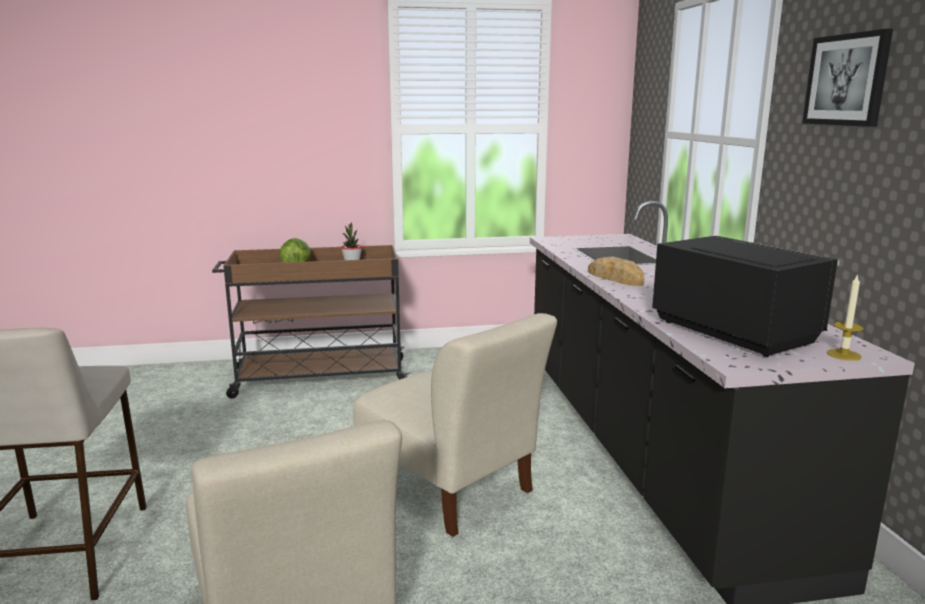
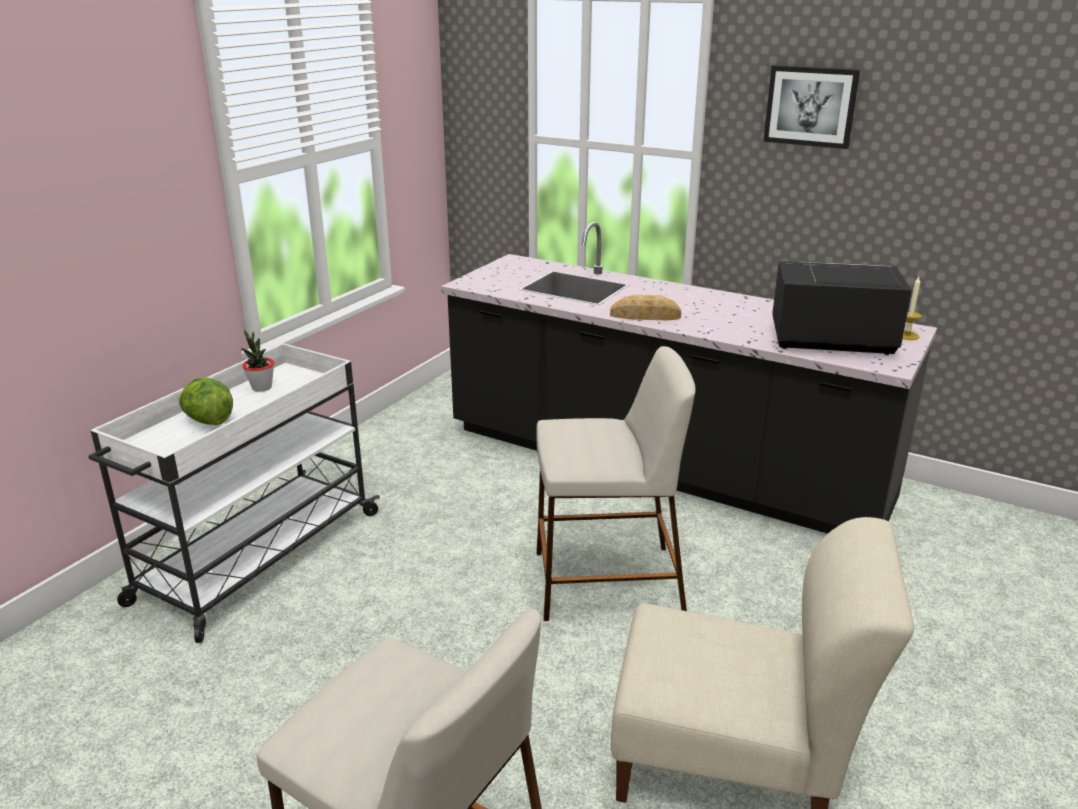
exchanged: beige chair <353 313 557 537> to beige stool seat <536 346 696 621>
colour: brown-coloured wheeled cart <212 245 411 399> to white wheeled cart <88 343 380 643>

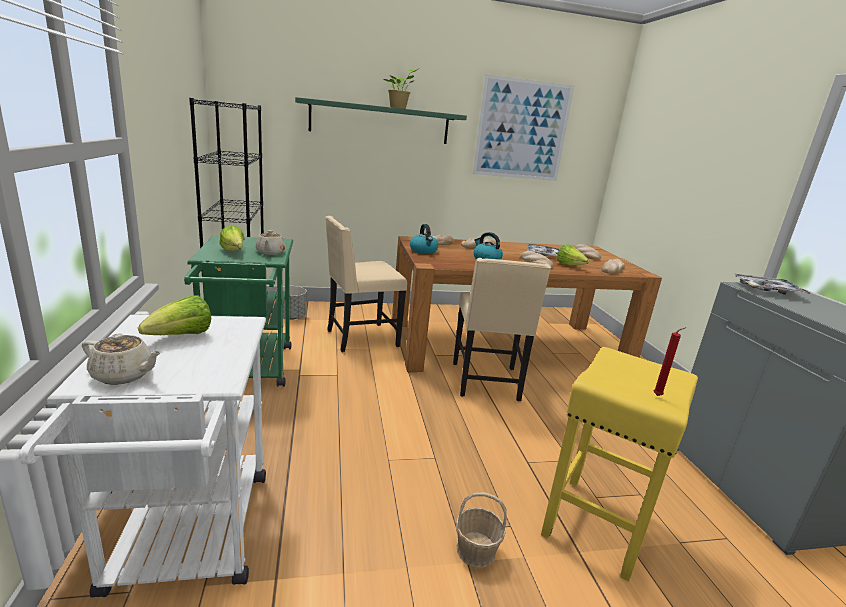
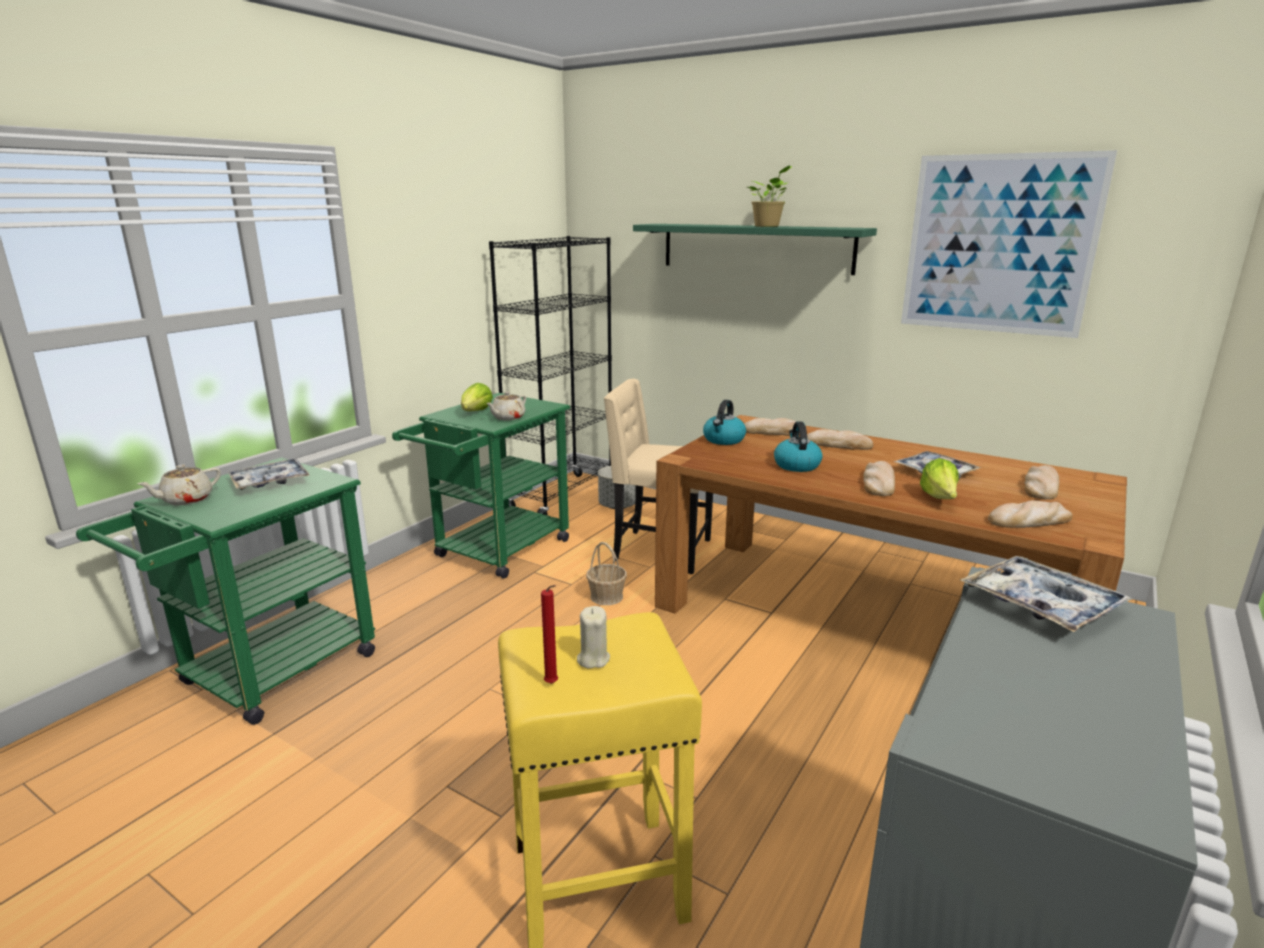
missing: beige chair <453 258 551 402>
appeared: beige wax candle <577 606 610 668>
relocated: storage basket <456 492 507 568> to <586 542 627 605>
exchanged: lettuce <138 295 211 335> to tray <228 459 310 490>
colour: white wheeled cart <19 315 266 598> to green-coloured wheeled cart <76 457 375 725>
spun: beige teapot <82 334 162 385> = <137 465 221 505> 75 degrees clockwise

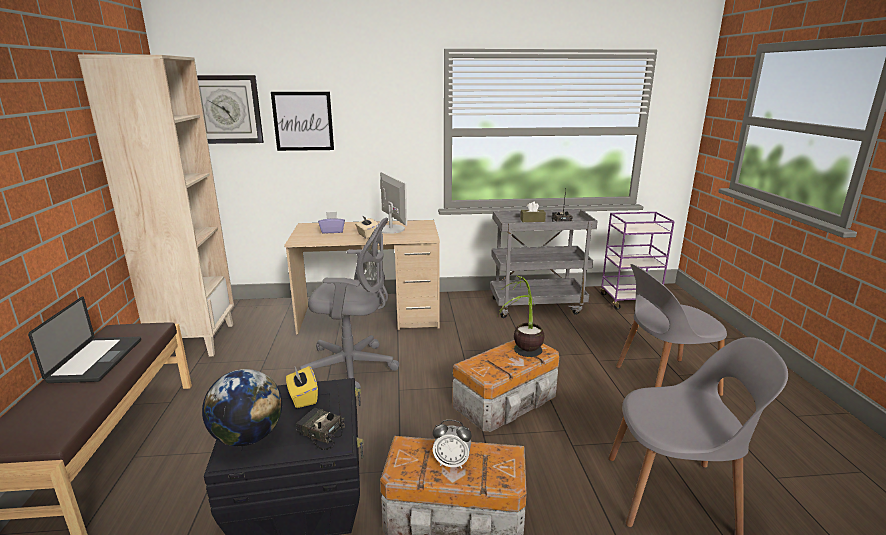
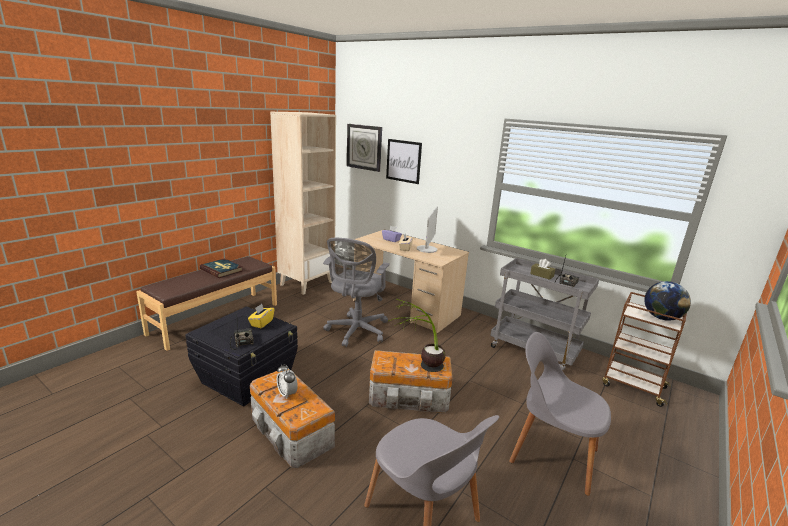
relocated: globe <202 369 282 446> to <644 281 691 321>
exchanged: notebook computer <28 296 141 383> to book <200 258 243 278>
colour: purplish wheeled cart <600 212 675 310> to brown-coloured wheeled cart <602 292 687 407>
spun: grey office chair <300 218 399 389> = <323 238 390 347> 60 degrees clockwise

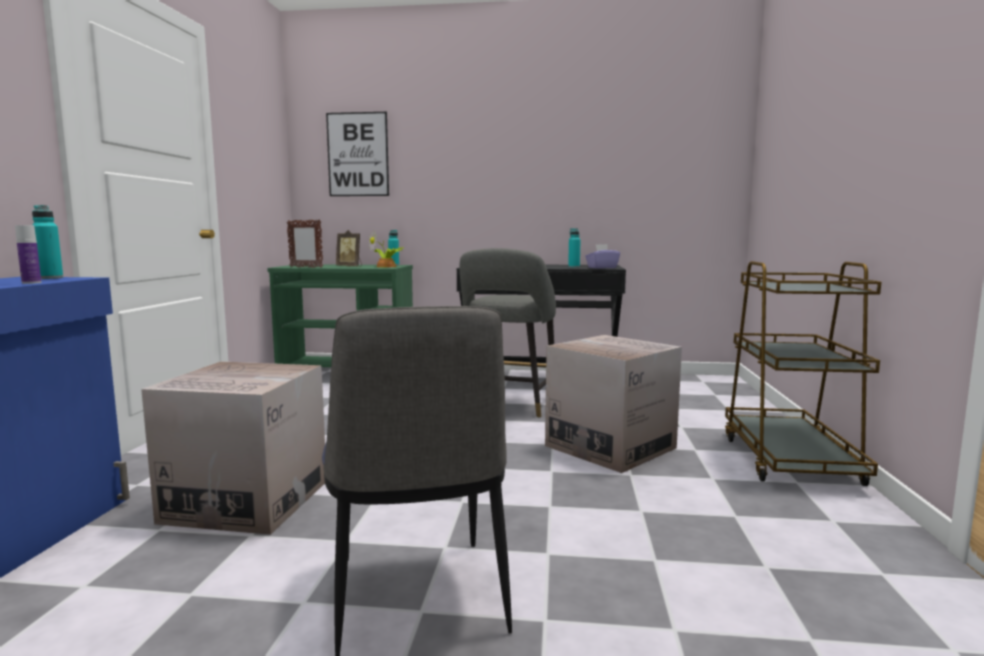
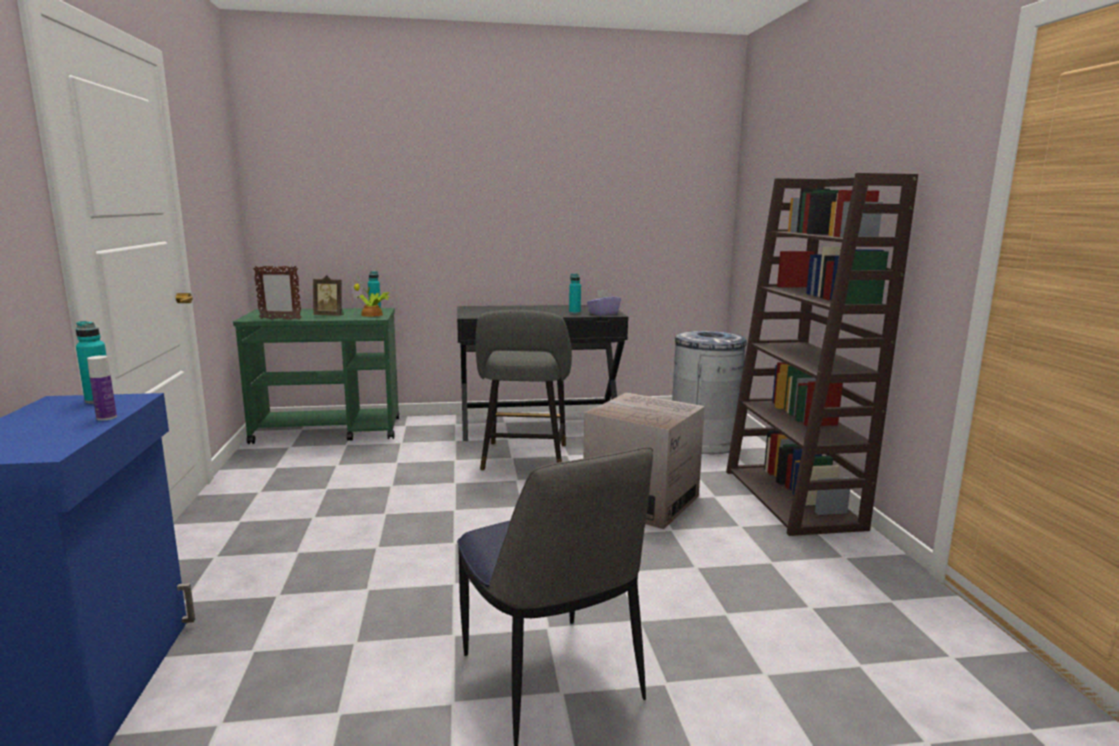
missing: packing box <141 361 325 535>; picture <326 112 389 196>
appeared: grey waste bin <672 331 747 454>
exchanged: brown-coloured wheeled cart <725 261 881 486> to brown-coloured bookshelf <726 173 918 536>

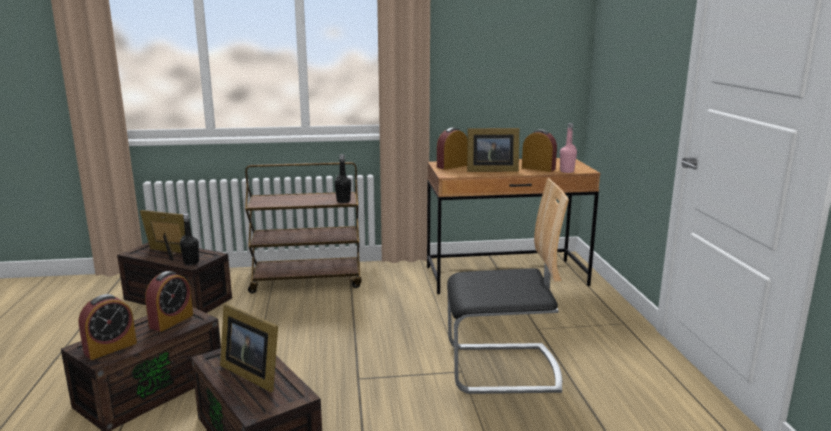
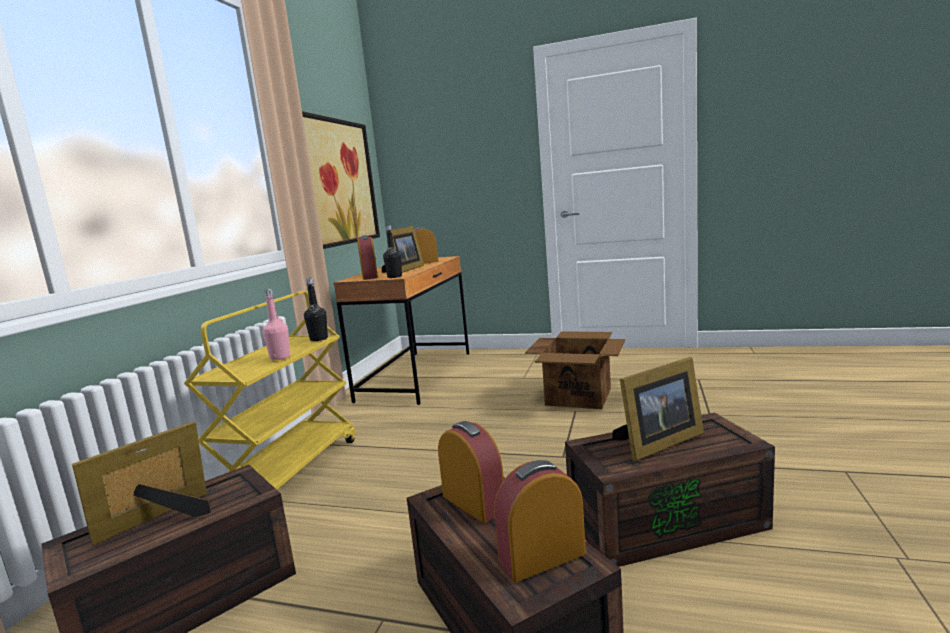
appeared: picture <302 111 380 249>
relocated: pink bottle <560 123 577 173> to <262 289 290 360>; black-coloured bottle <180 214 199 265> to <383 225 402 278>
exchanged: chair <447 178 569 394> to packing box <525 331 625 409>
colour: brown-coloured wheeled cart <245 162 362 293> to yellow-coloured wheeled cart <184 291 355 489>
spun: table clock <79 294 137 360> = <494 460 586 582> 90 degrees counterclockwise

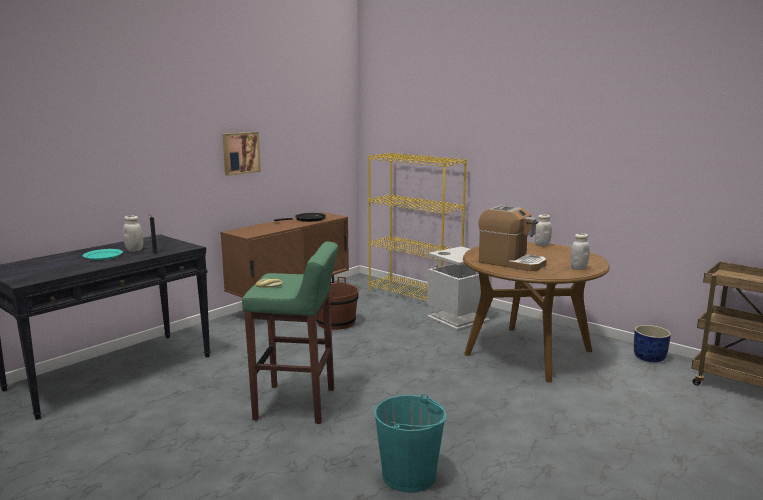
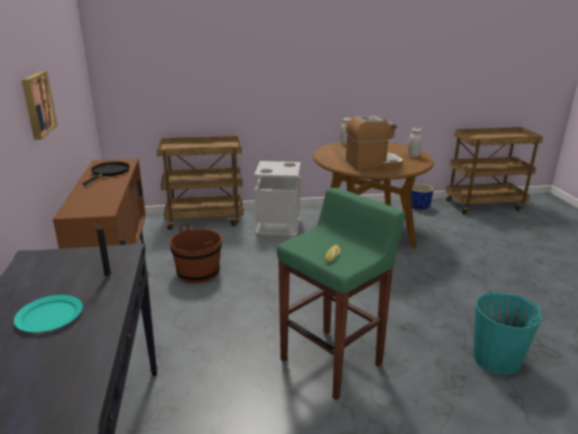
missing: white storage jar <123 216 143 252>
exchanged: yellow-coloured bookshelf <368 153 467 301> to brown-coloured wheeled cart <157 135 244 230>

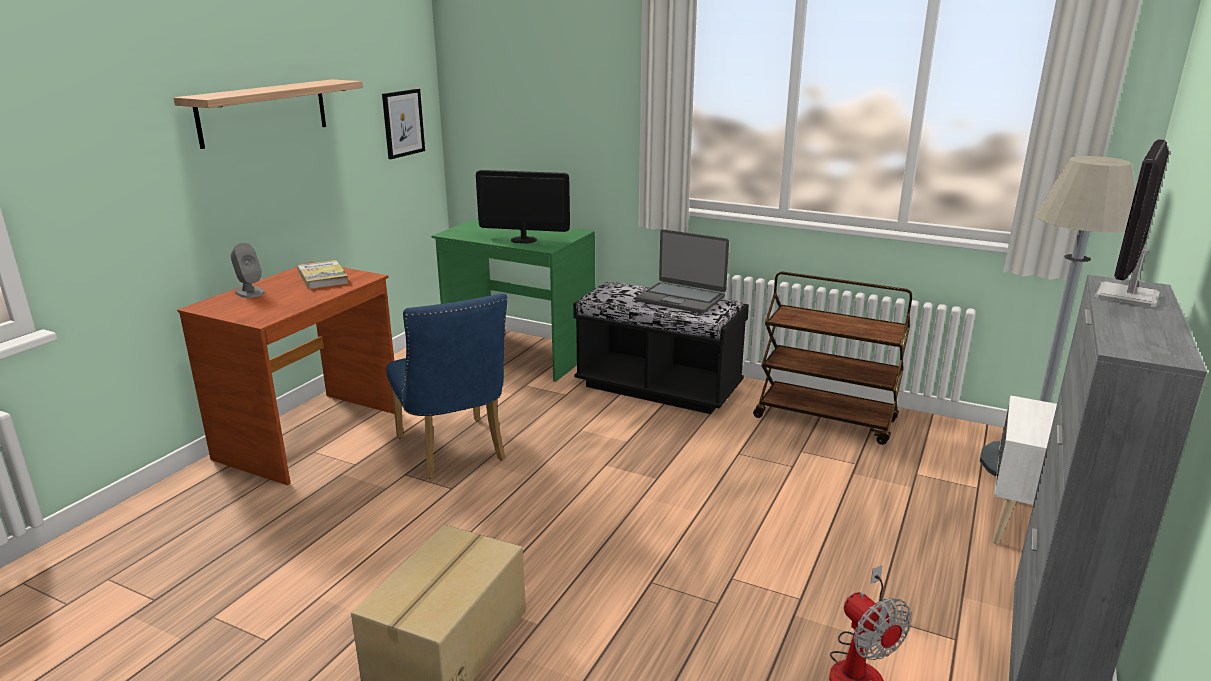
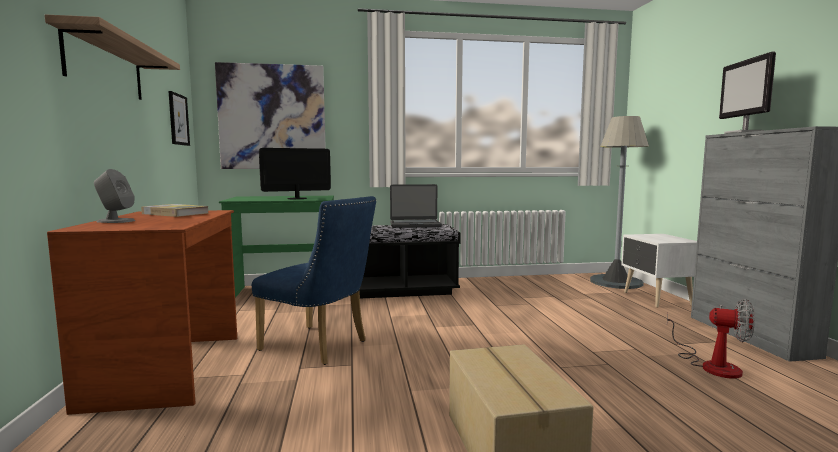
missing: brown-coloured wheeled cart <753 272 912 445>
appeared: picture <215 62 326 169>

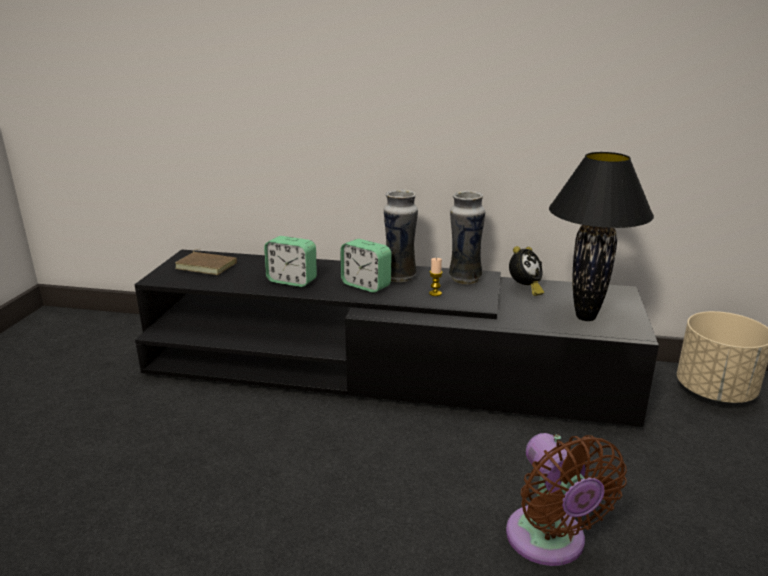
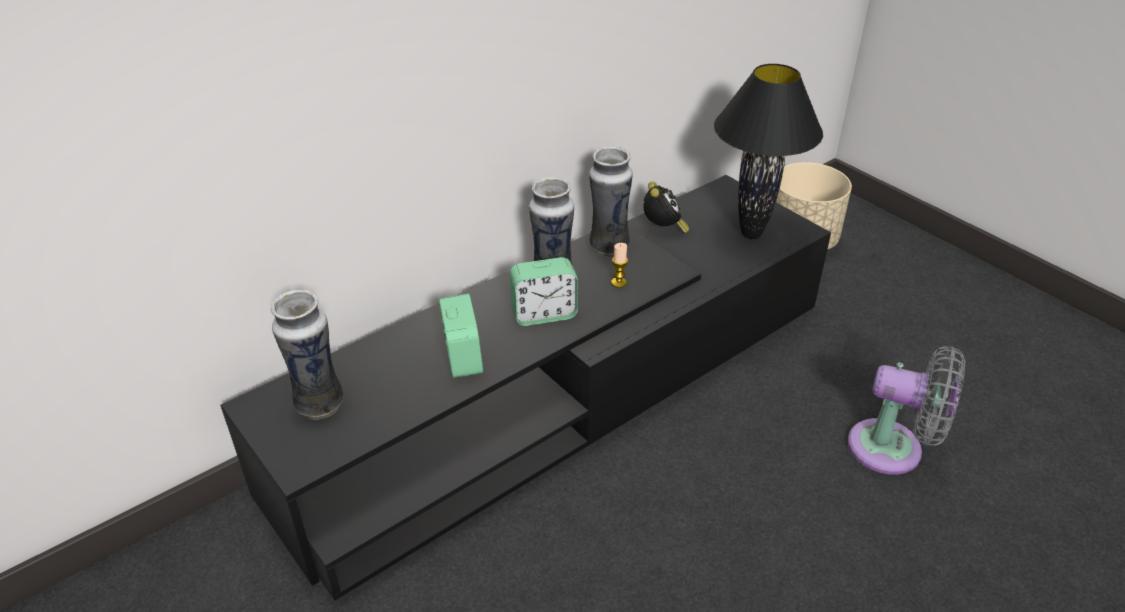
exchanged: brown-coloured book <175 249 237 275> to flower vase <271 290 344 420>
colour: brown-coloured fan <506 433 627 566> to grey fan <848 346 965 475>
spun: table clock <264 236 317 287> = <439 294 483 378> 75 degrees counterclockwise

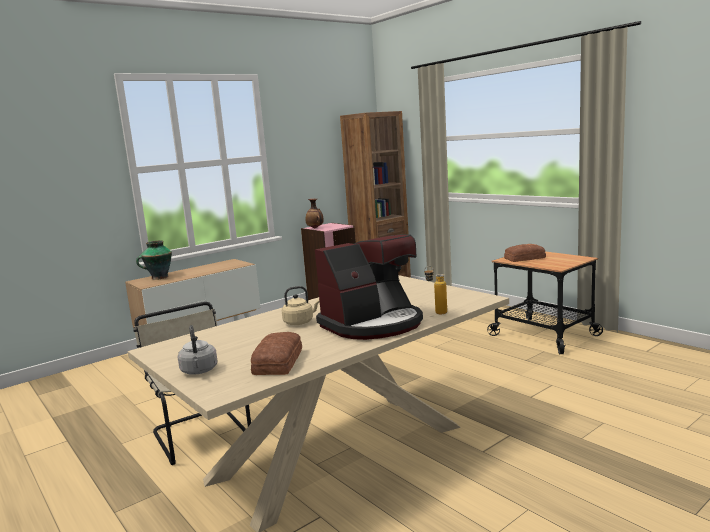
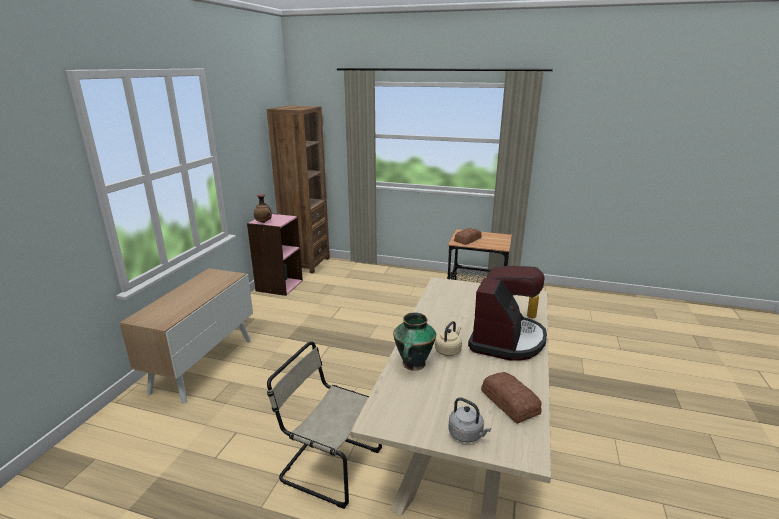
relocated: flower vase <136 240 172 280> to <393 313 436 371>

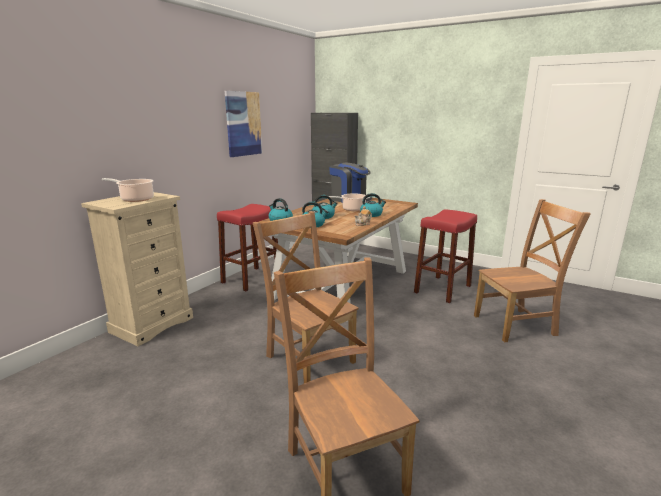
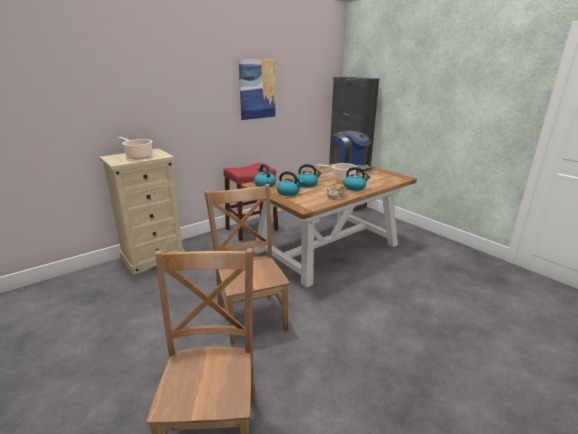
missing: reddish stool seat <414 209 477 303>; brown-coloured chair <474 199 591 342>

